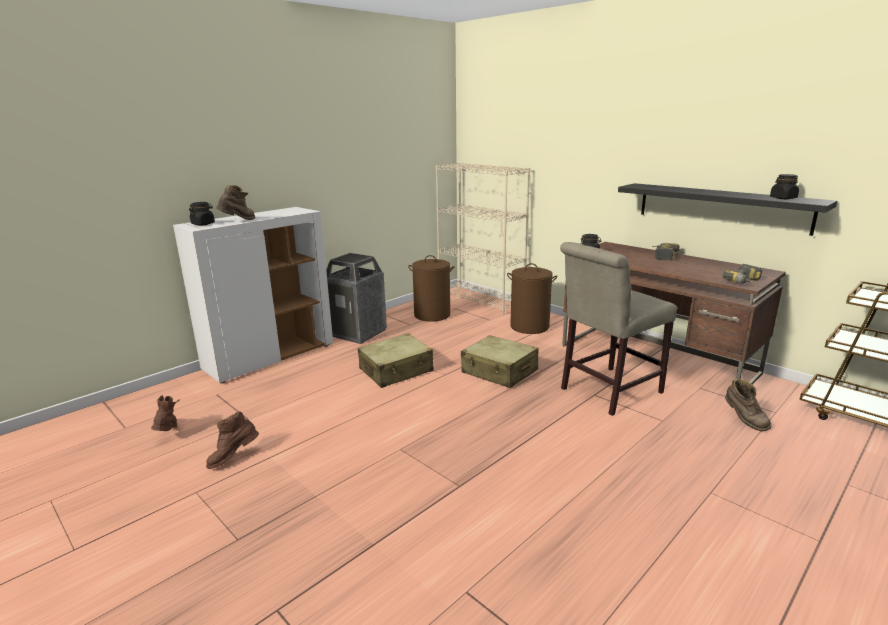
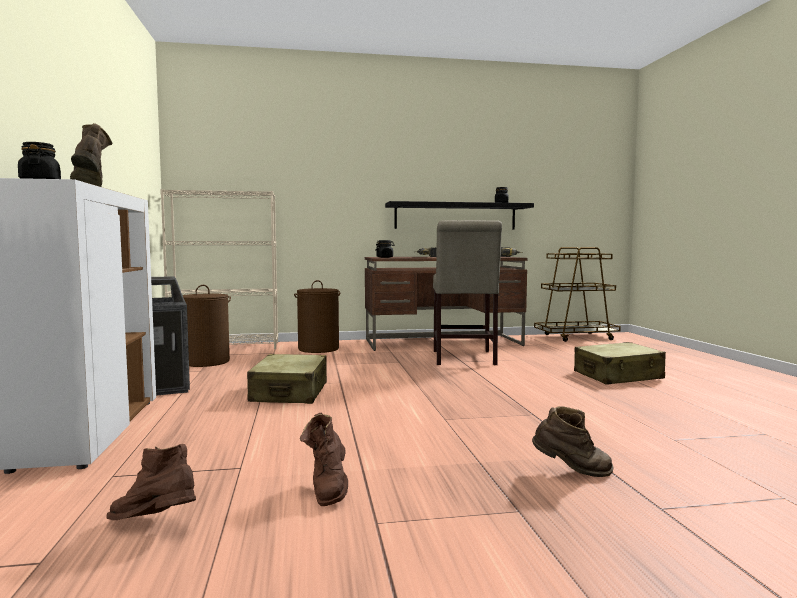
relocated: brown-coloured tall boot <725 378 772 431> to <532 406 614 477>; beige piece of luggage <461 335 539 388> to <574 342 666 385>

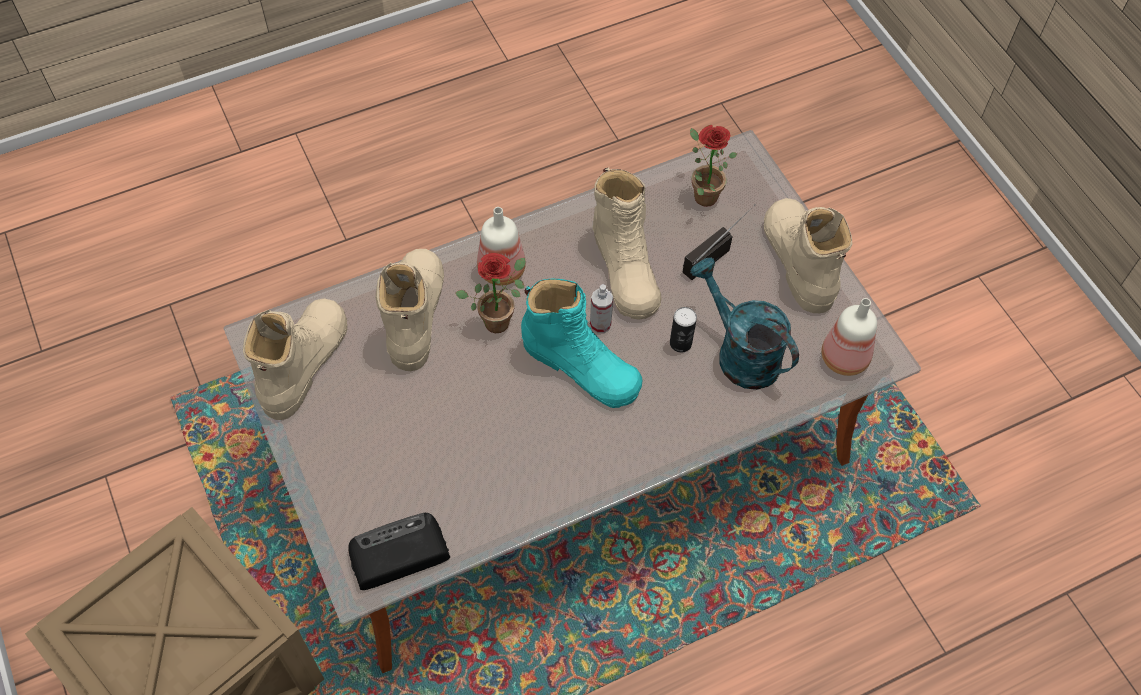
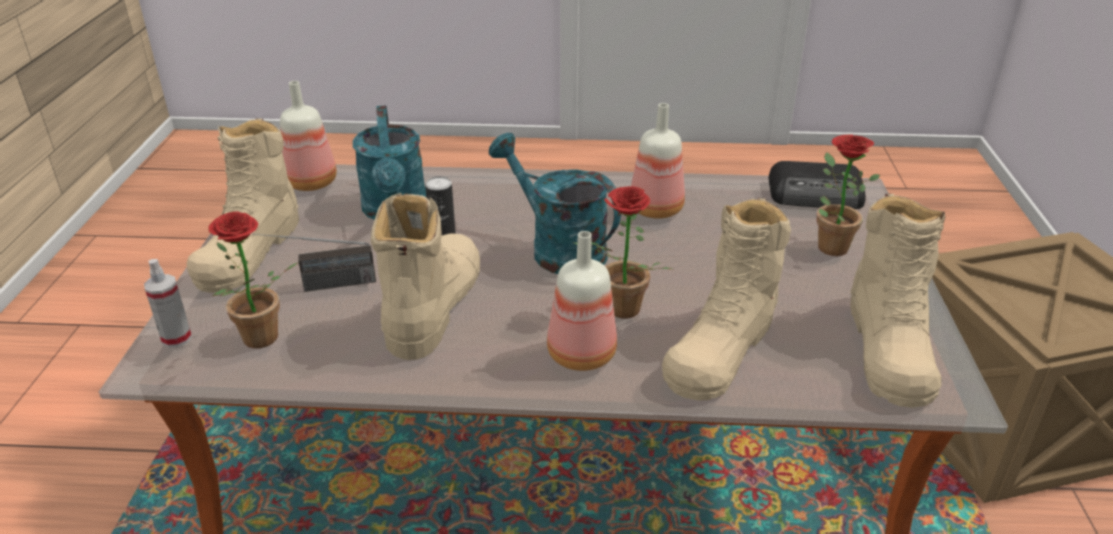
appeared: bottle <631 103 685 219>; potted plant <817 134 881 256>
relocated: hand sprayer <590 284 613 333> to <144 259 192 348>
exchanged: turquoise tall boot <521 278 643 408> to turquoise watering can <489 133 621 274>
spun: beige tall boot <243 298 347 420> = <850 194 945 408> 45 degrees counterclockwise

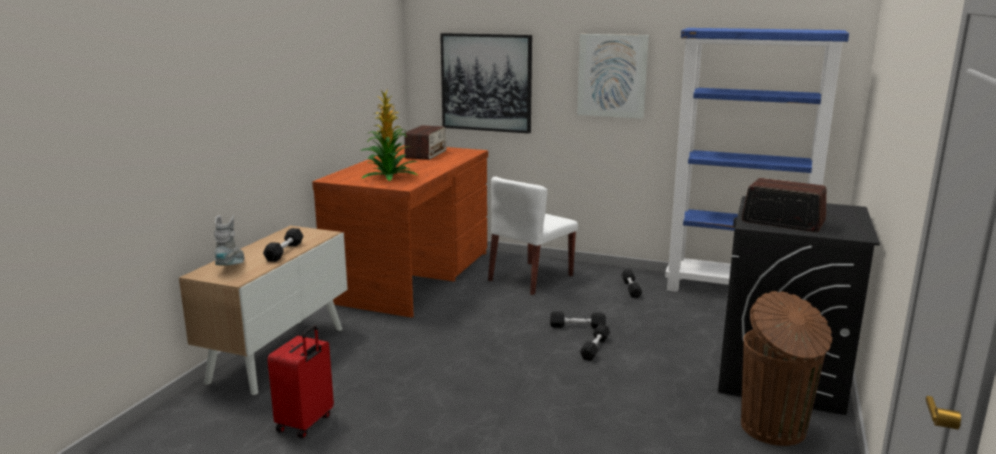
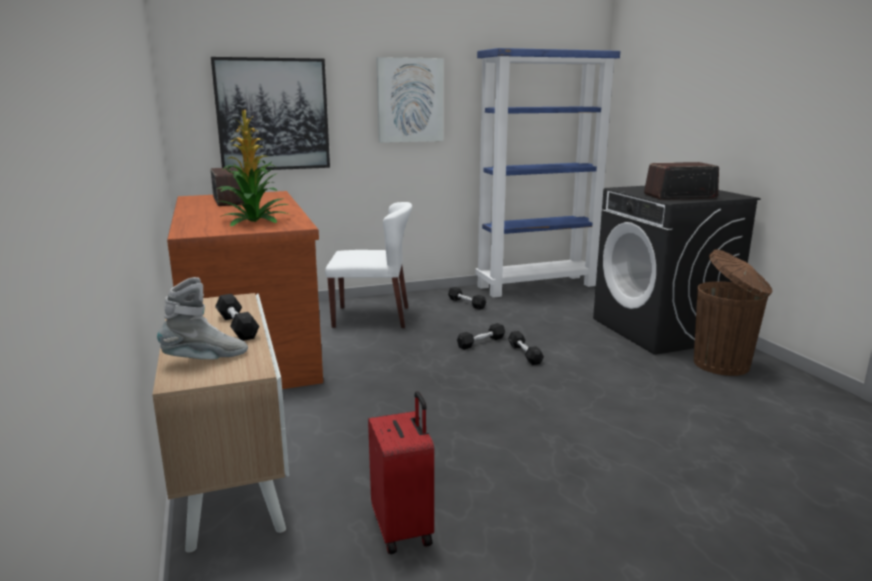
spun: grey tall boot <214 215 245 265> = <157 277 248 359> 105 degrees clockwise; white chair <488 176 578 295> = <325 202 412 328> 90 degrees counterclockwise

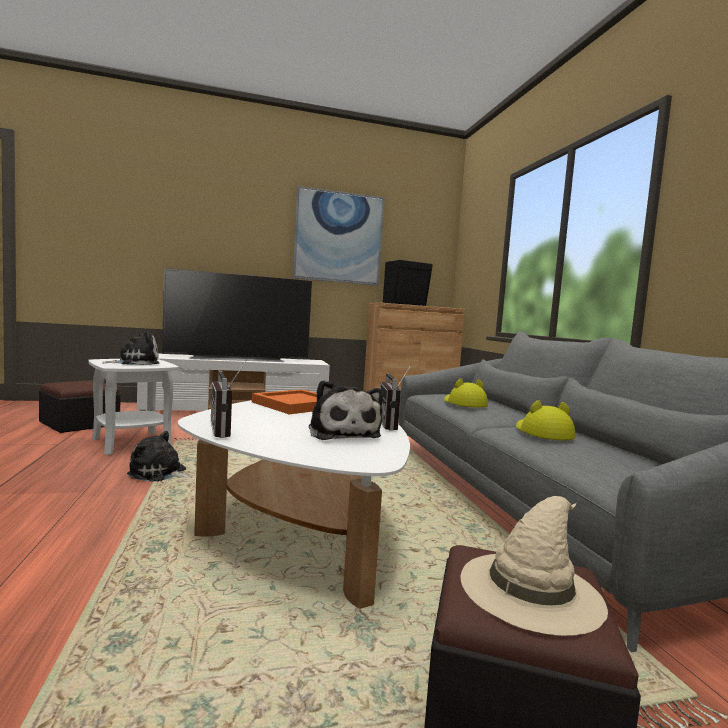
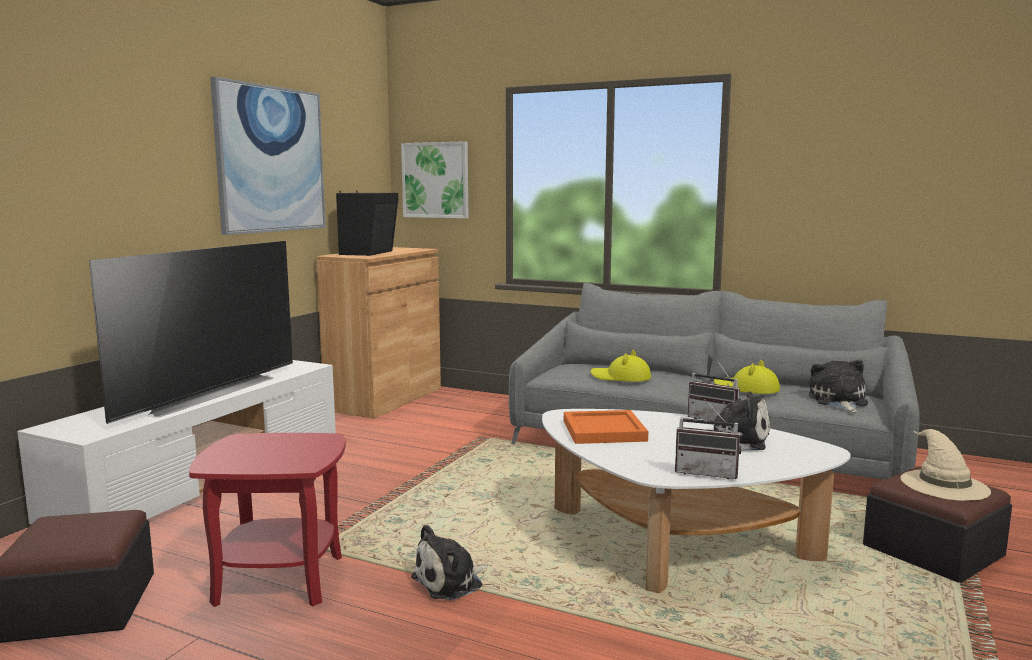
appeared: picture <401 141 469 218>
relocated: cuddly toy <103 331 159 365> to <809 360 868 413>
colour: white end table <88 359 179 455> to reddish end table <189 433 346 607>

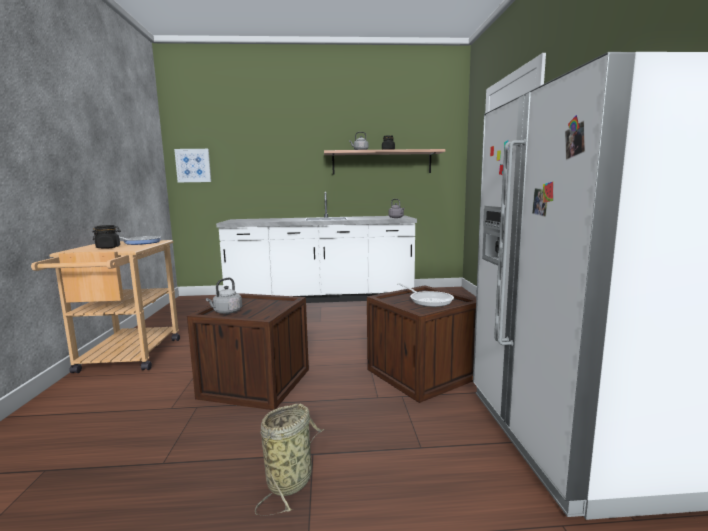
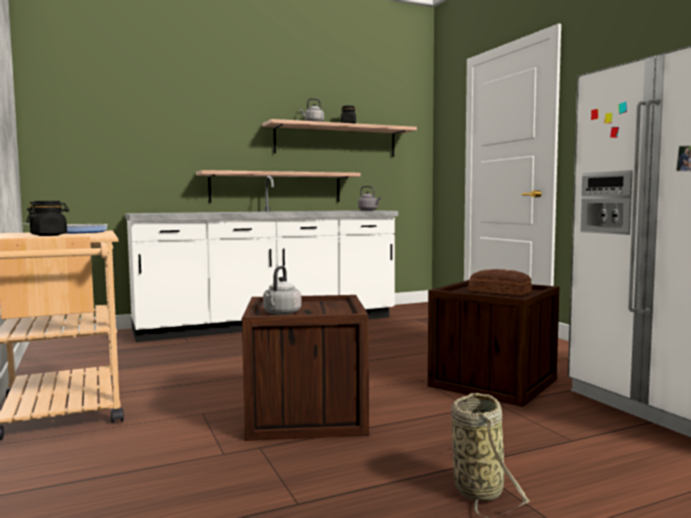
missing: picture <174 149 211 183>
appeared: bracket shelf <196 170 361 203>
exchanged: skillet <397 283 454 307> to bakery bread <469 269 532 295>

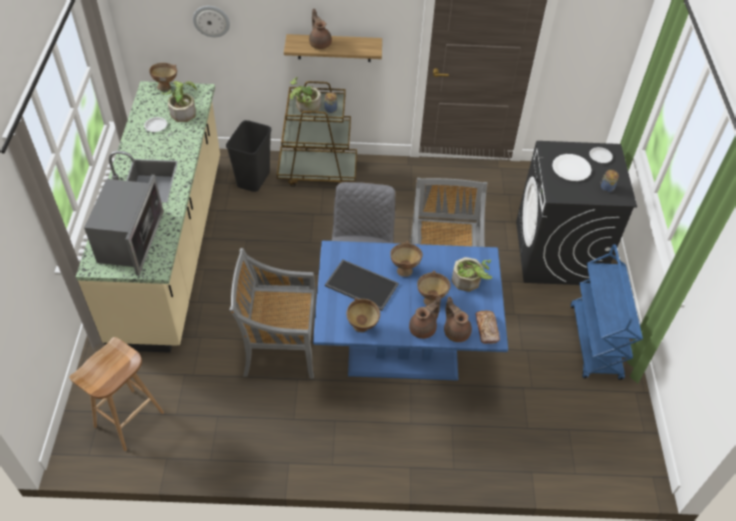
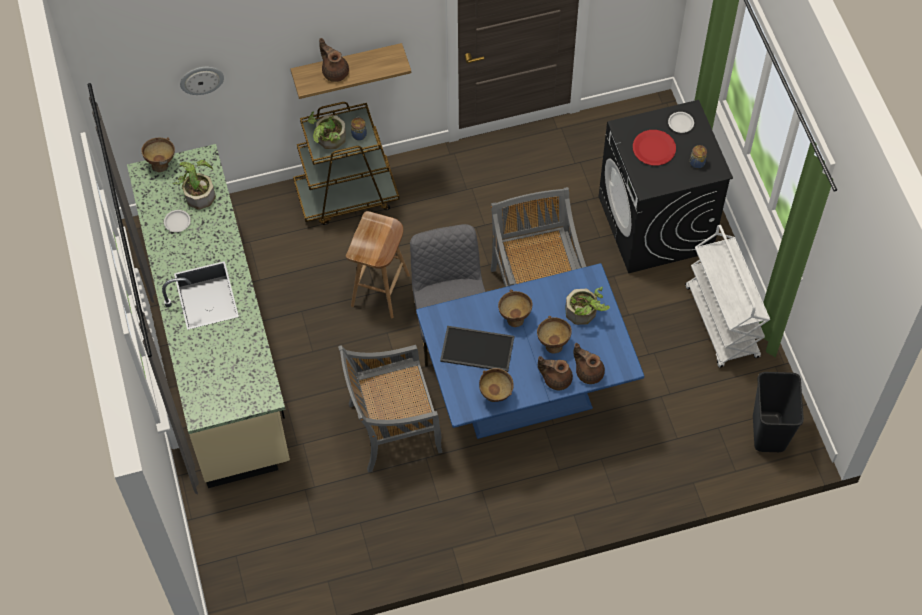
missing: microwave <84 175 164 276>; bakery bread <475 311 500 344>
relocated: brown-coloured stool seat <69 337 164 451> to <346 211 410 318>; black-coloured waste bin <226 120 272 192> to <753 372 804 452>
colour: white flat dish <552 154 592 181> to reddish flat dish <633 130 676 166>; blue-coloured wheeled cart <571 244 643 380> to white wheeled cart <685 225 770 368>
spun: brown-coloured teapot <409 296 441 339> = <538 356 573 390> 105 degrees counterclockwise

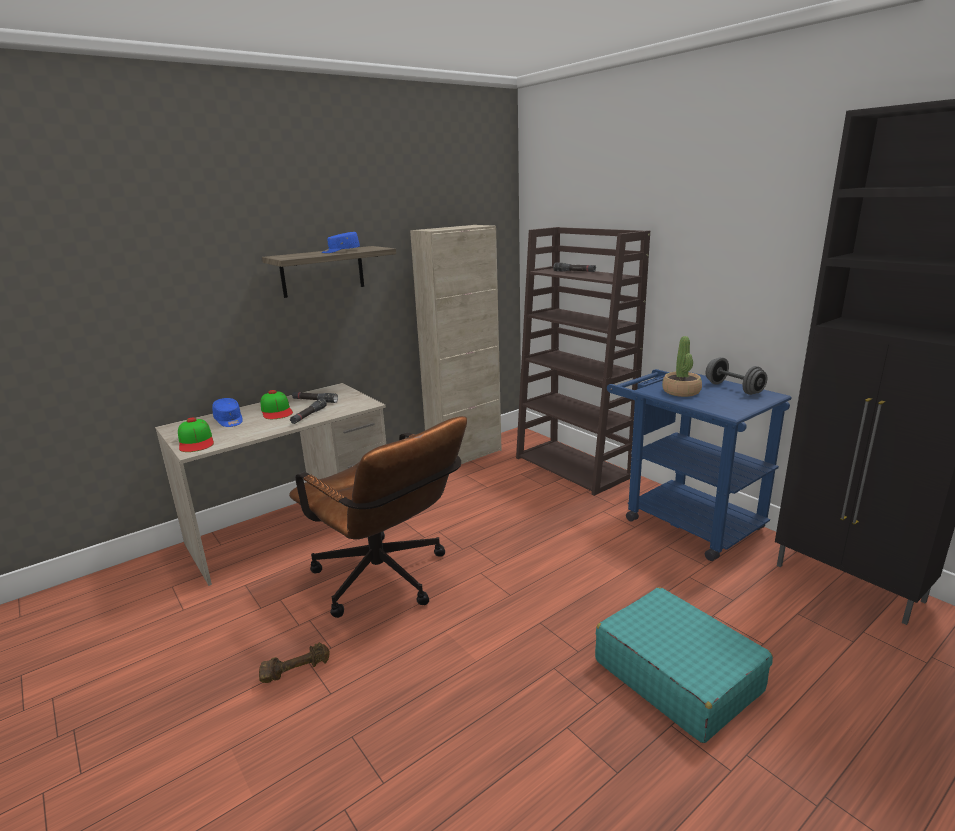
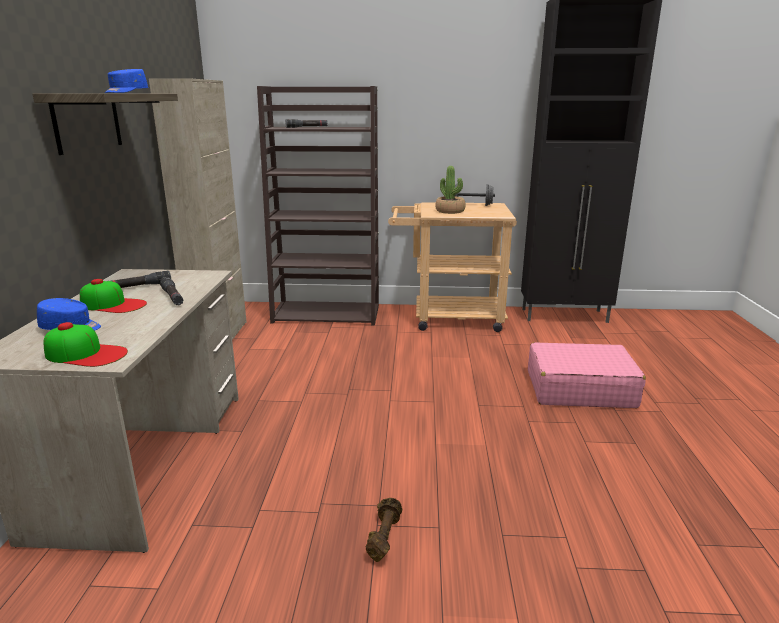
missing: brown-coloured office chair <289 416 467 618>
colour: blue-coloured wheeled cart <607 369 791 561> to beige wheeled cart <388 202 517 332>; turquoise piece of luggage <595 587 773 743> to pink piece of luggage <528 342 646 408>

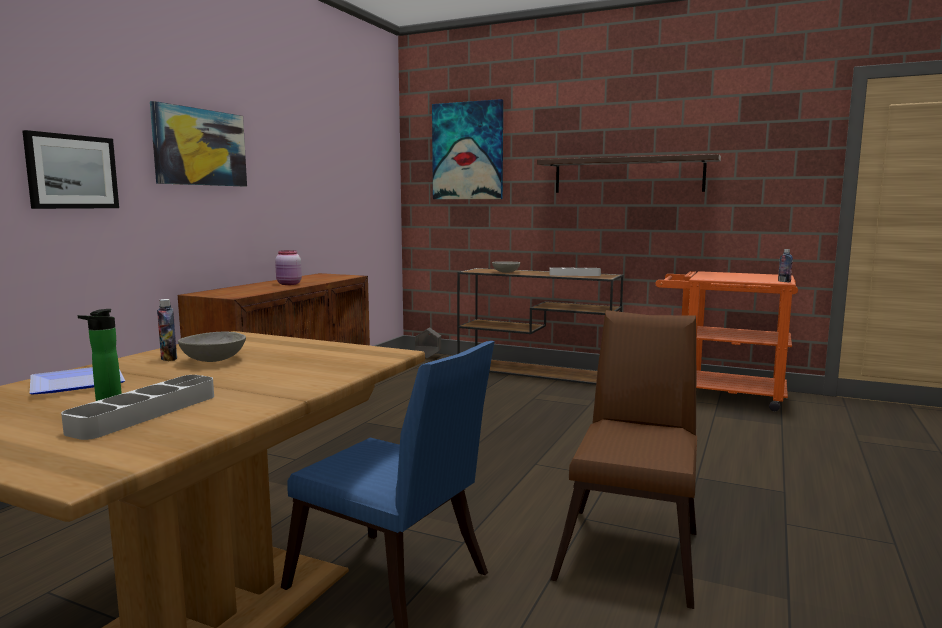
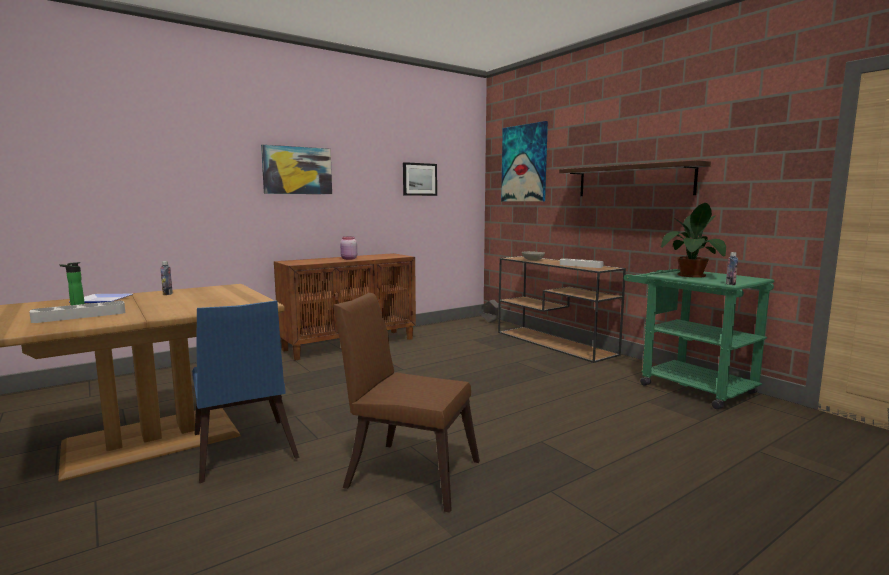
missing: grey bowl <178 331 246 362>
appeared: potted plant <660 203 726 278>
relocated: picture <22 130 119 209> to <403 162 437 196>
colour: orange wheeled cart <656 271 798 411> to green-coloured wheeled cart <624 269 774 409>
spun: brown-coloured chair <550 310 697 609> = <333 293 480 513> 120 degrees counterclockwise

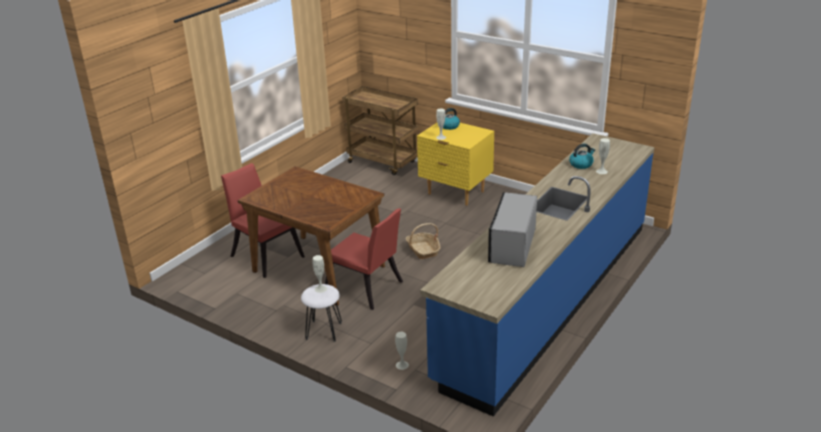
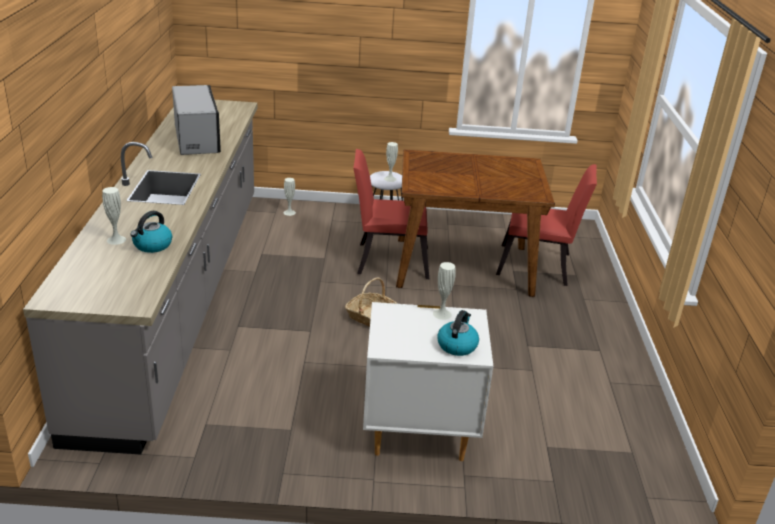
missing: brown-coloured wheeled cart <342 86 418 175>
colour: blue-coloured kitchen counter <420 133 654 417> to grey kitchen counter <23 100 257 455>; yellow-coloured bedside table <417 123 494 206> to white bedside table <363 302 493 461>

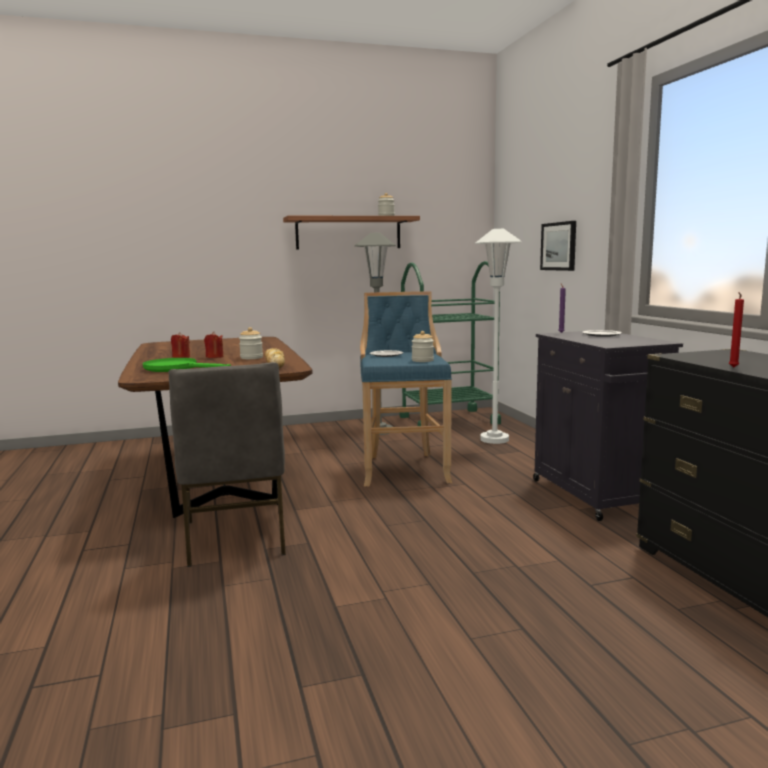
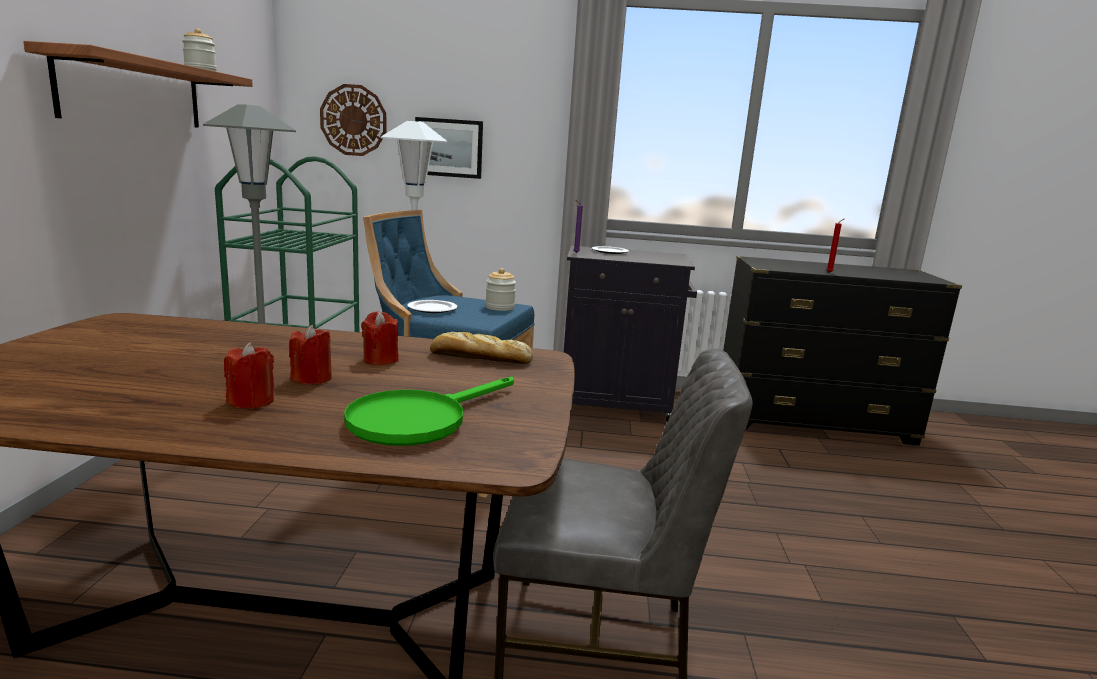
appeared: hanging clock <320 84 386 156>
exchanged: storage jar <239 327 263 359> to reddish wax candle <361 311 399 365>

